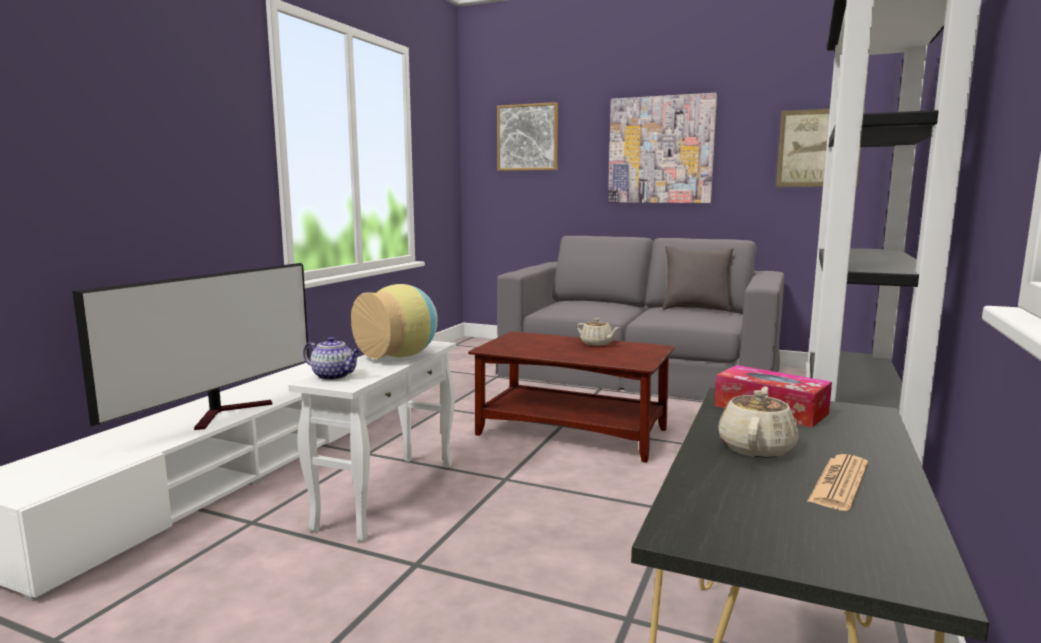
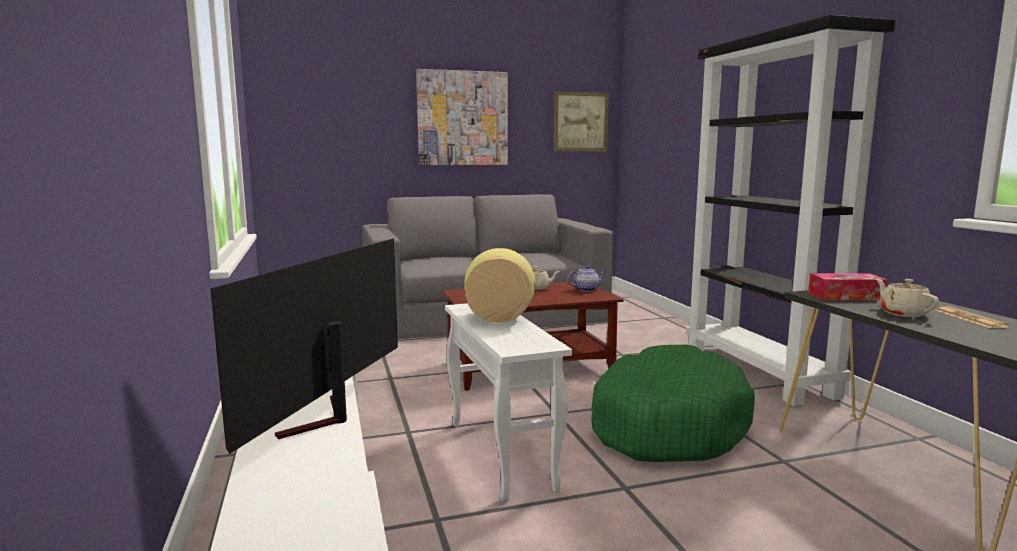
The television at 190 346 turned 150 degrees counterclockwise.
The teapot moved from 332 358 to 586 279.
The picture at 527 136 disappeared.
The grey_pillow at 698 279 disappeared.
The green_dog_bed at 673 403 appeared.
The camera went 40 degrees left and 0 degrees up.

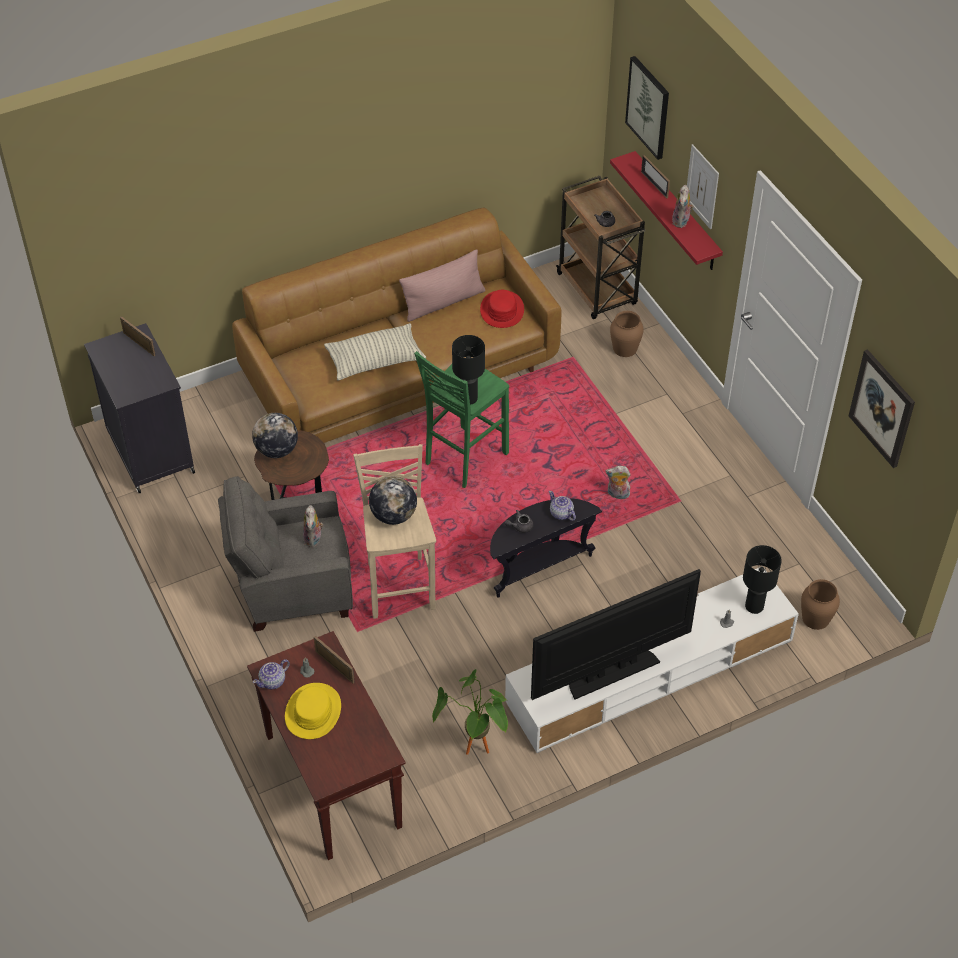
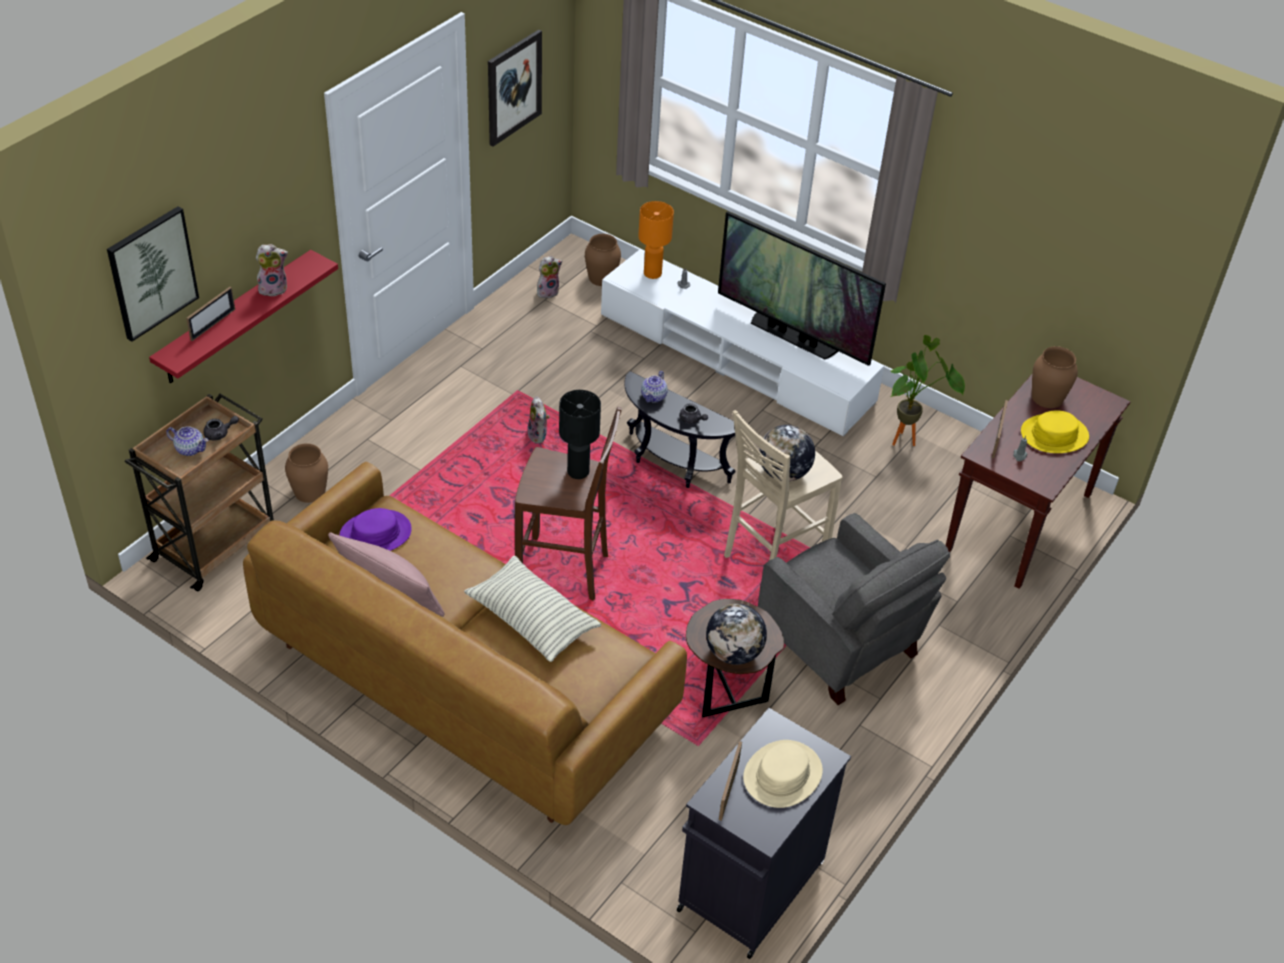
The teapot moved from 271 674 to 187 441.
The plush_toy moved from 313 526 to 549 277.
The green_stool at 461 419 became the brown_stool at 568 504.
The red_hat at 502 309 became the purple_hat at 375 529.
The picture at 703 186 disappeared.
The black_table_lamp at 762 579 became the orange_table_lamp at 656 240.
The beige_hat at 783 774 appeared.
The brown_vase at 1055 377 appeared.
The camera went 120 degrees left and 5 degrees down.

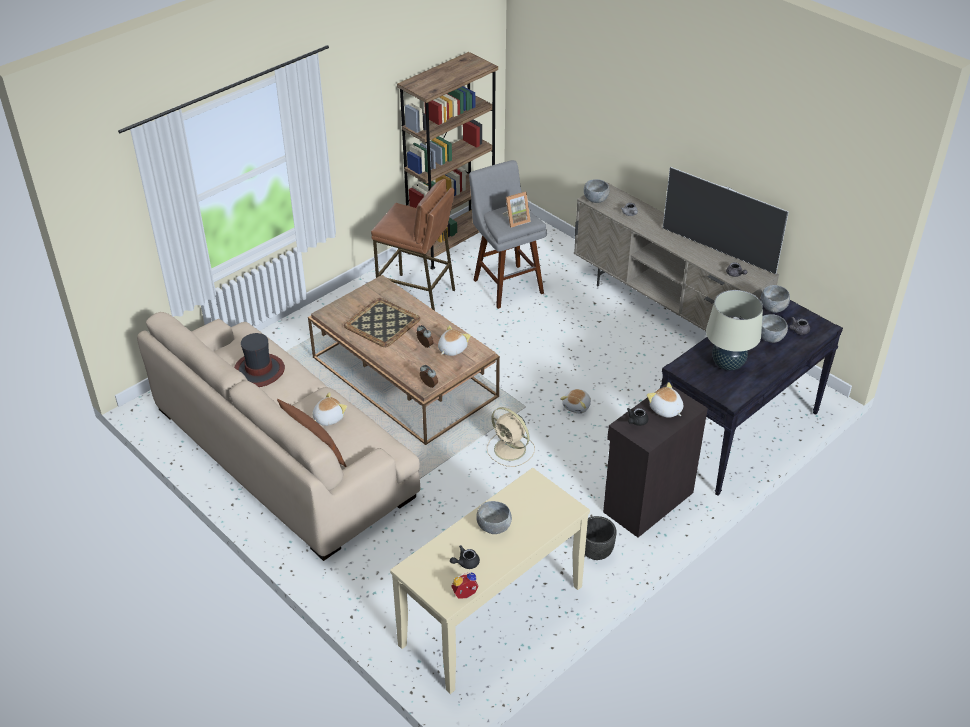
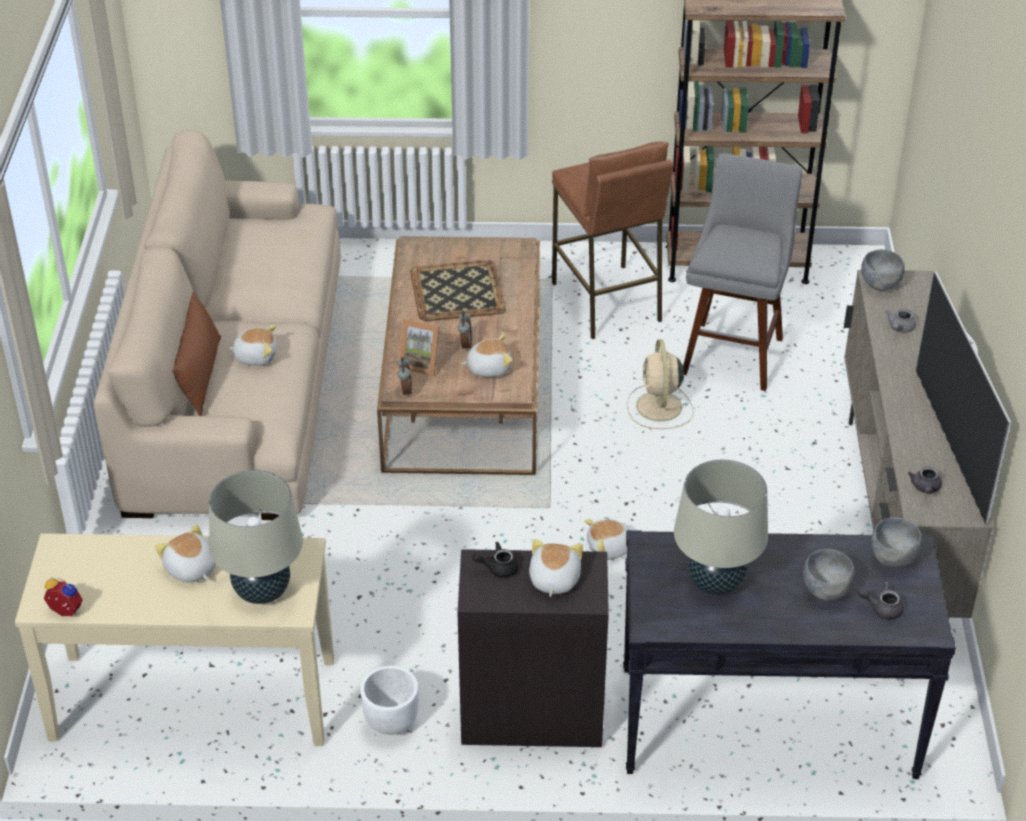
The hat at 259 360 disappeared.
The black_teapot at 465 557 disappeared.
The grey_bowl at 494 517 was replaced by the plush_toy at 185 553.
The beige_fan moved from 511 437 to 660 384.
The picture_frame moved from 517 210 to 419 347.
The black_planter at 601 538 became the white_planter at 389 700.
The beige_table_lamp at 256 537 appeared.
The camera went 45 degrees right and 0 degrees up.

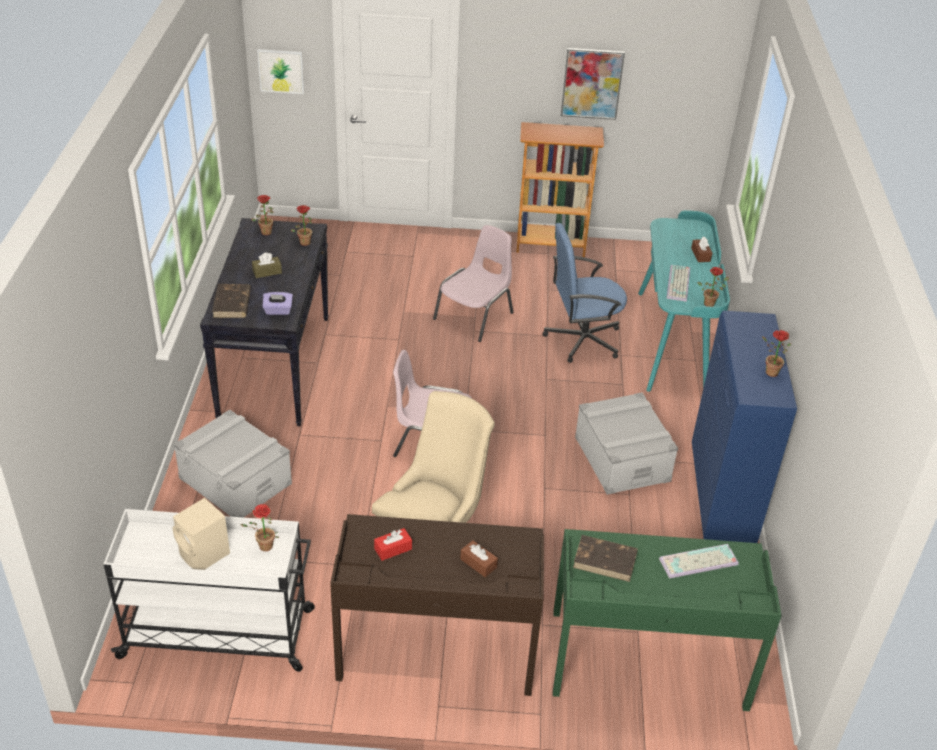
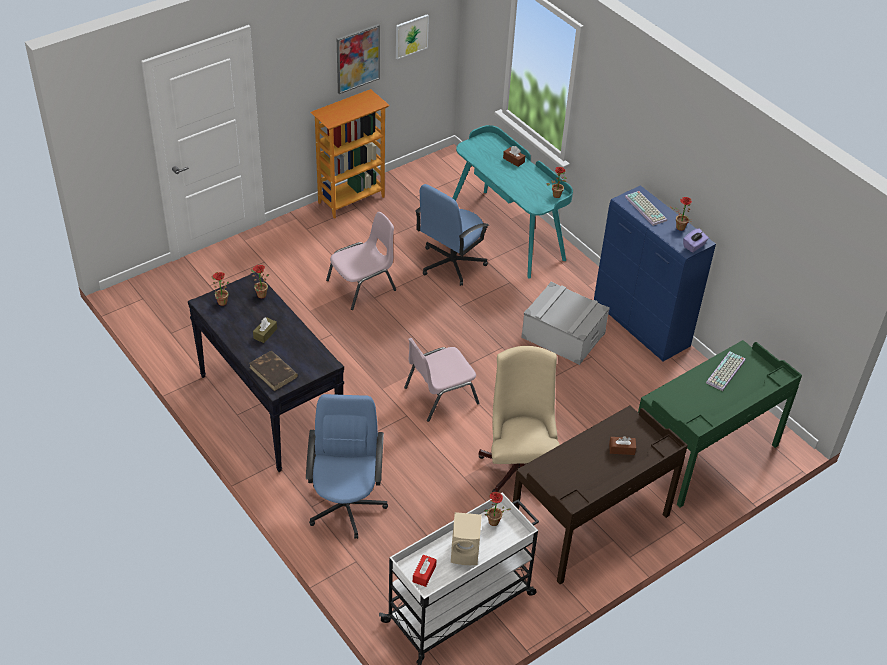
The grey_storage_box at 233 463 was replaced by the blue_office_chair at 347 466.
The picture moved from 280 71 to 412 36.
The purple_tissue_box moved from 277 303 to 696 240.
The red_tissue_box moved from 393 544 to 425 571.
The pink_chair at 473 283 turned 60 degrees clockwise.
The brown_book at 605 558 disappeared.
The keyboard moved from 678 283 to 646 208.
The camera went 40 degrees left and 5 degrees up.

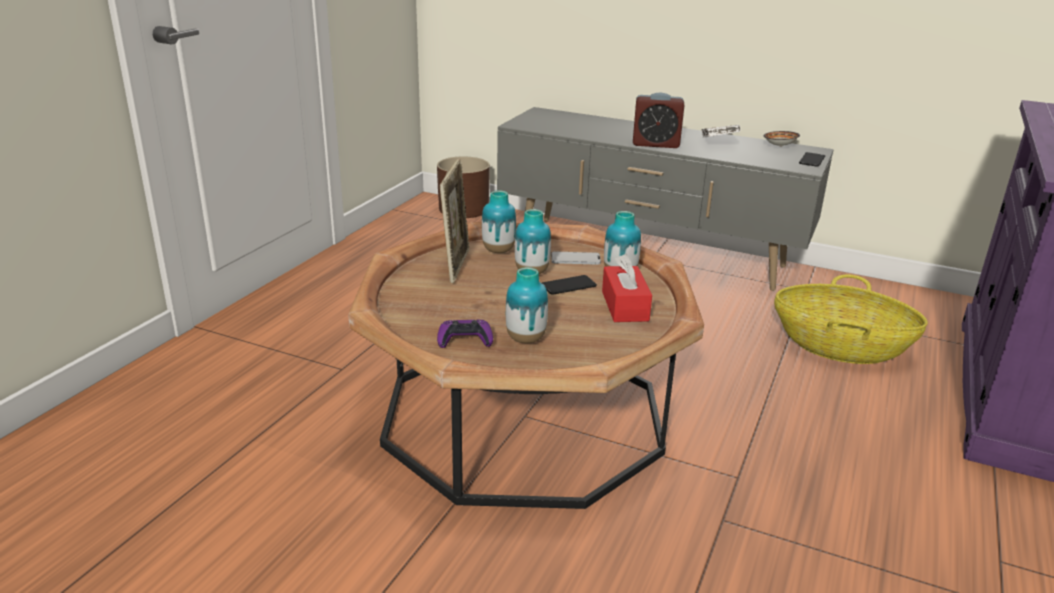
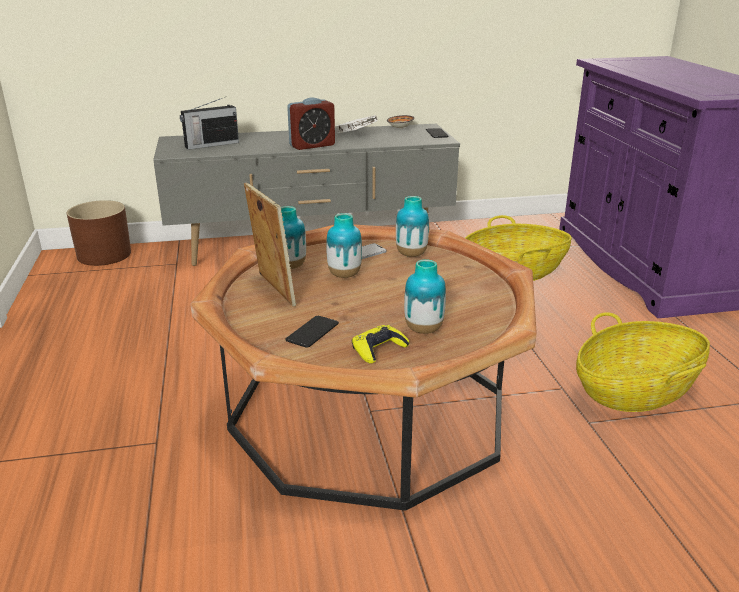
The purple_game_controller at 465 334 became the yellow_game_controller at 380 344.
The phone moved from 569 285 to 312 331.
The red_tissue_box at 627 288 disappeared.
The radio at 209 124 appeared.
The basket at 643 362 appeared.
The camera went 35 degrees left and 0 degrees up.

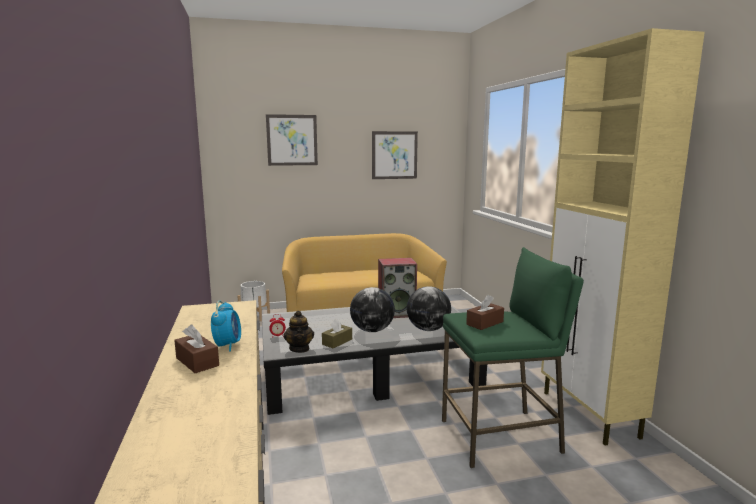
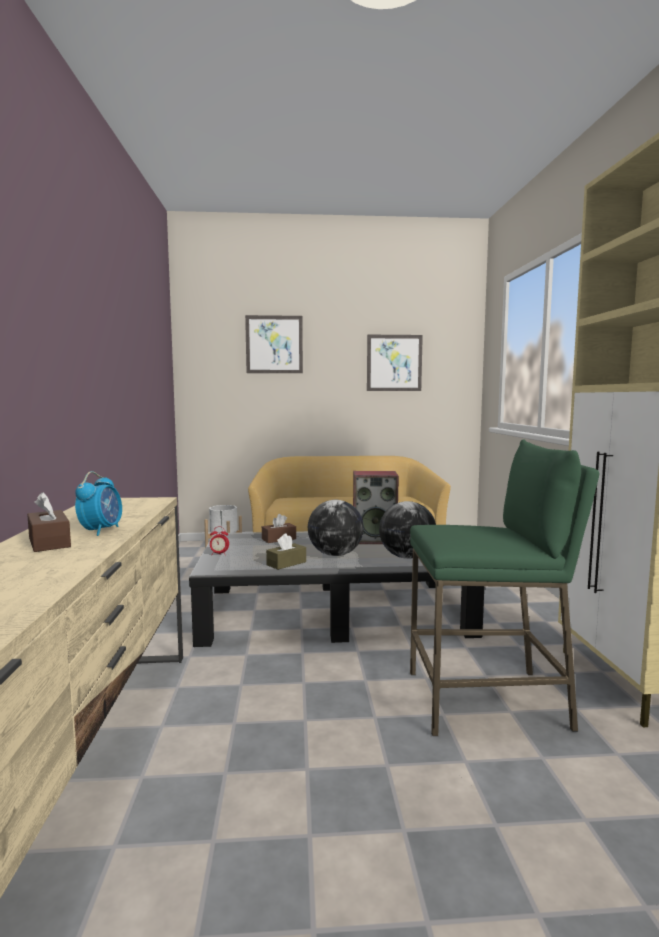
The teapot at 298 332 disappeared.
The brown_tissue_box moved from 485 312 to 279 528.
The camera went 10 degrees right and 5 degrees down.

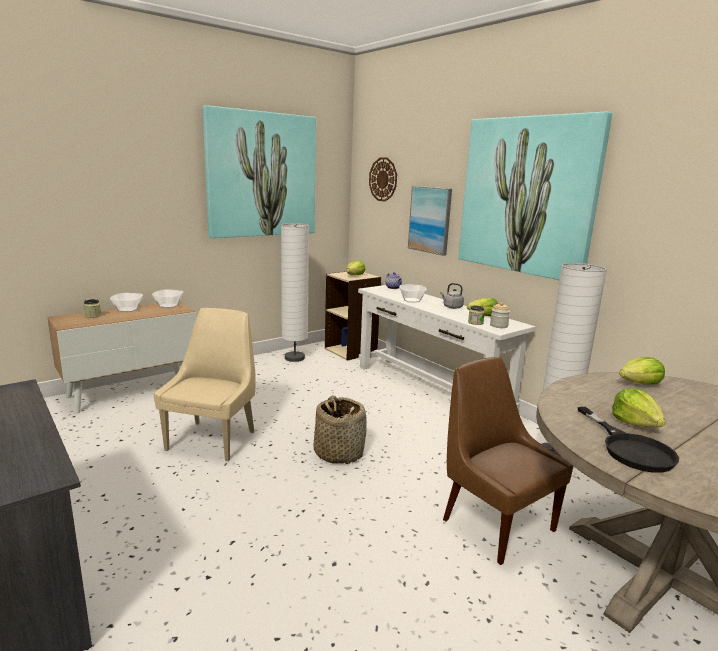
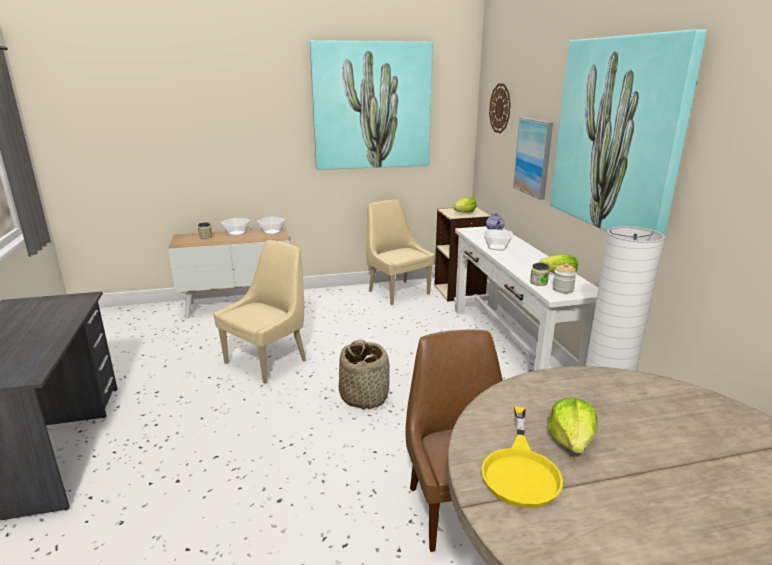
The white_floor_lamp at 295 292 was replaced by the beige_chair at 400 252.
The grey_kettle at 452 296 disappeared.
The black_frying_pan at 628 440 became the yellow_frying_pan at 522 457.
The lettuce at 642 370 disappeared.
The camera went 25 degrees right and 5 degrees up.

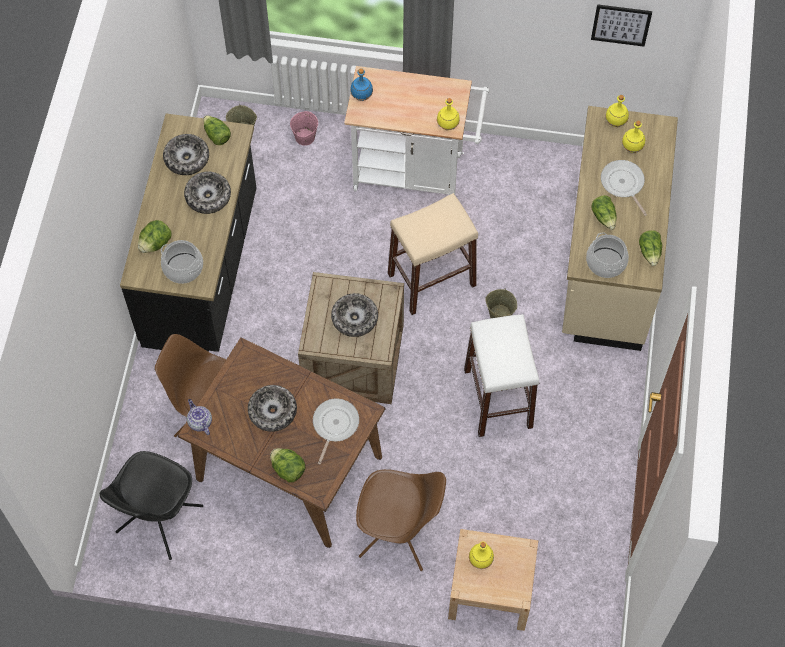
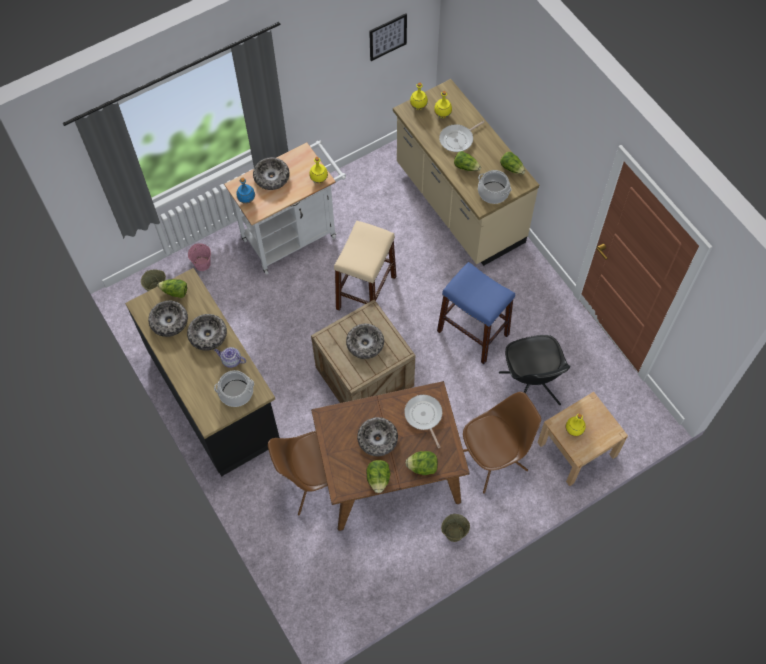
The black_chair moved from 151 505 to 535 370.
The lettuce moved from 154 236 to 378 476.
The teapot moved from 199 417 to 230 357.
The white_stool at 501 375 became the blue_stool at 476 313.
The beige_bucket moved from 501 303 to 455 528.
The frying_pan at 624 188 turned 60 degrees counterclockwise.
The bowl at 271 173 appeared.
The camera went 40 degrees left and 0 degrees up.

